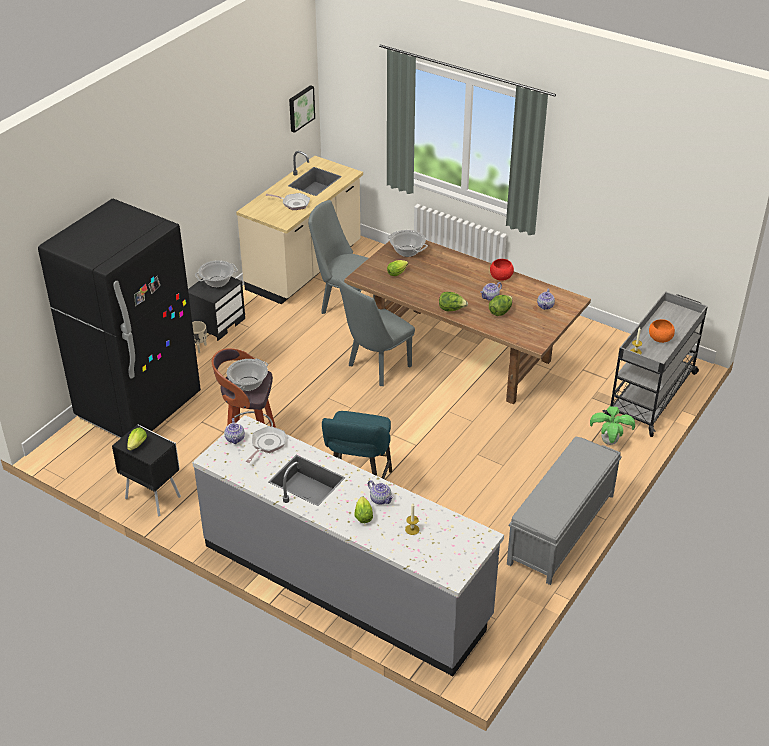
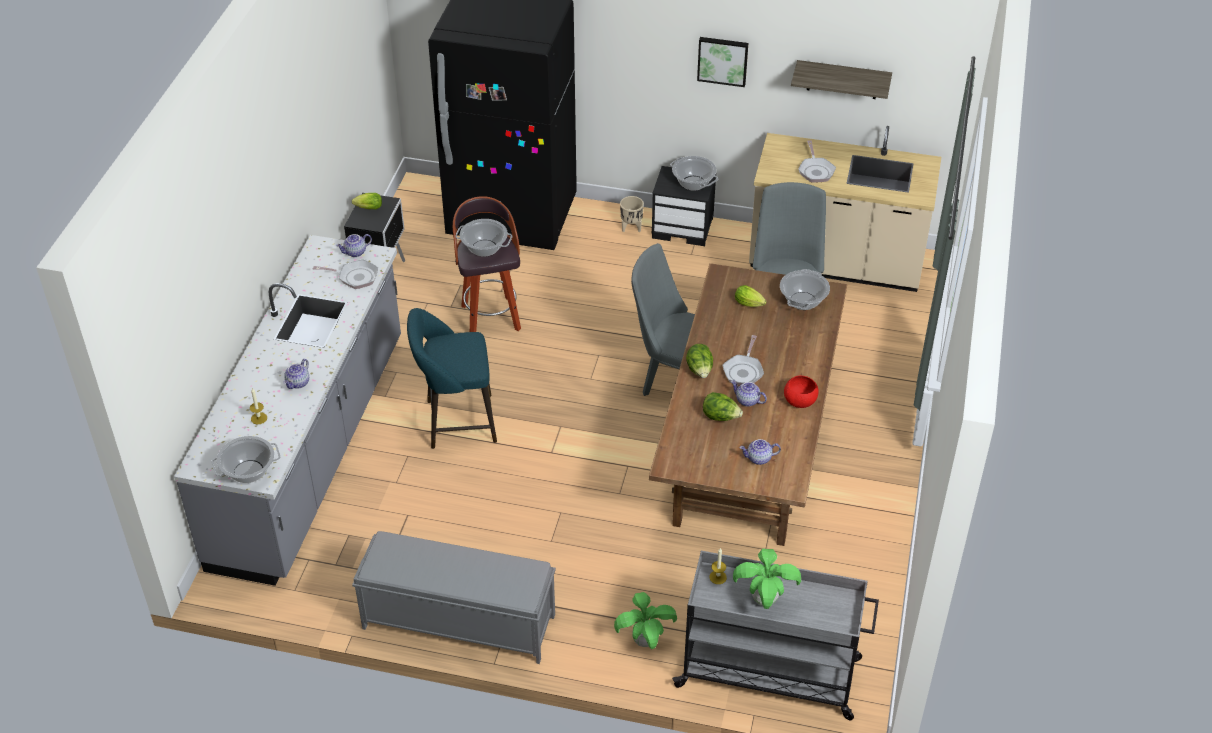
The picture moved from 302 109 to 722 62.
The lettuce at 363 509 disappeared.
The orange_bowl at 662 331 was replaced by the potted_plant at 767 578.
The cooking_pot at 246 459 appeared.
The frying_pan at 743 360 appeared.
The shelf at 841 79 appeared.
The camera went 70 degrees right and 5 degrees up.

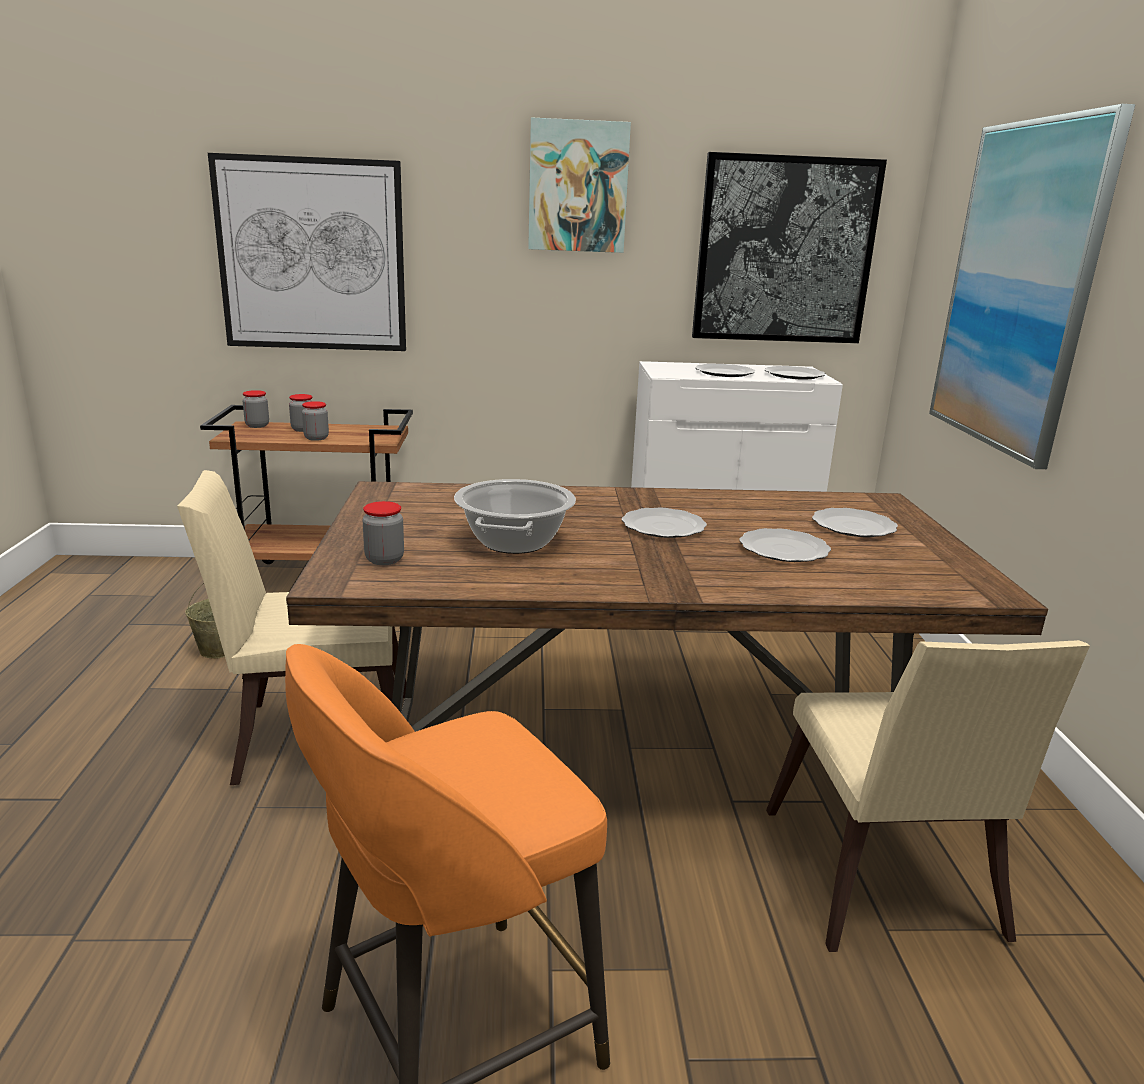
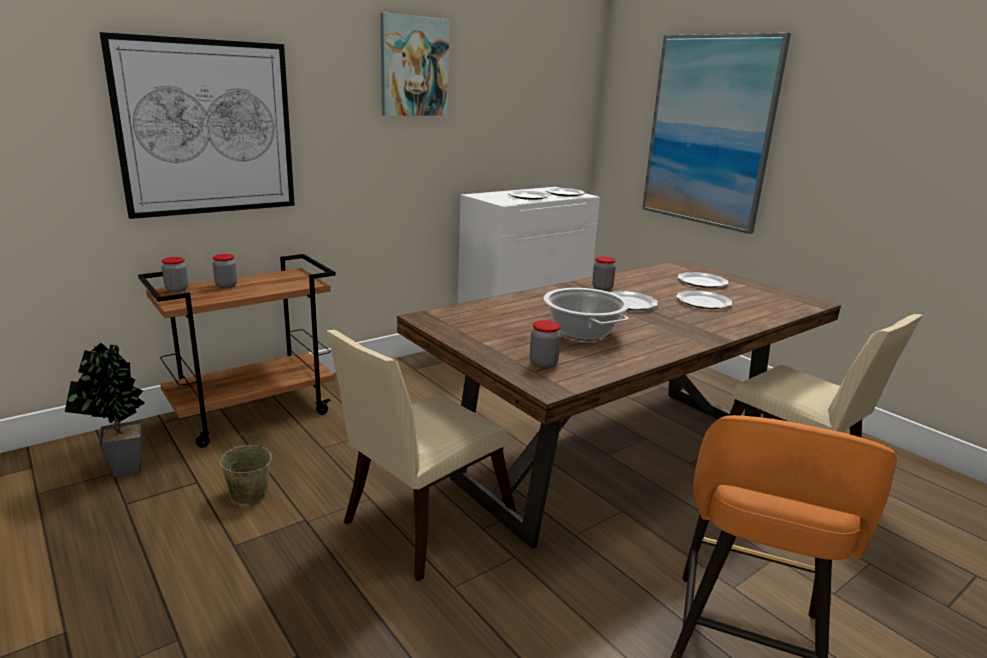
The jar moved from 315 421 to 604 273.
The picture at 789 247 disappeared.
The potted_plant at 105 410 appeared.
The camera went 35 degrees left and 0 degrees up.

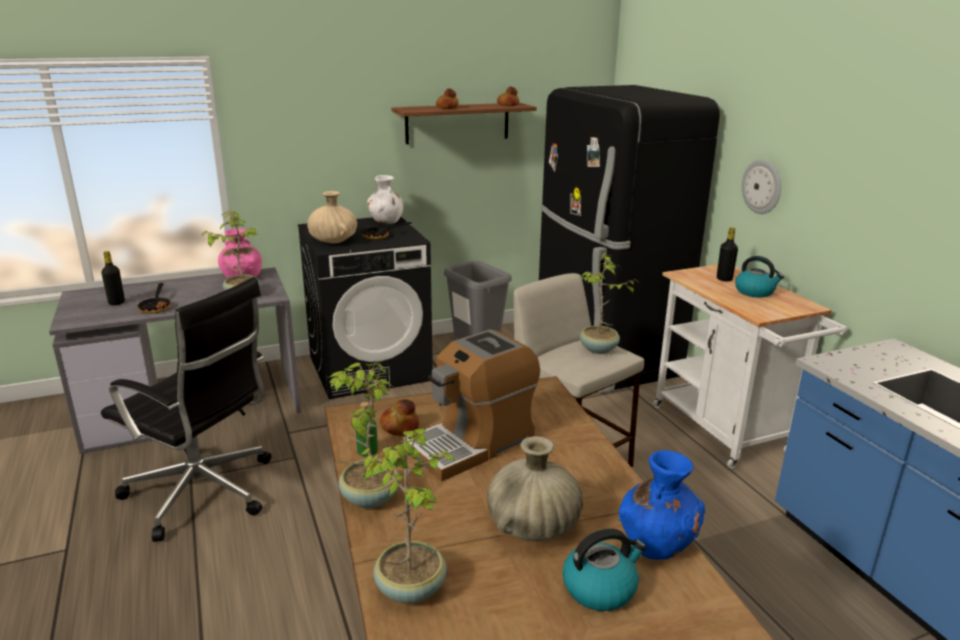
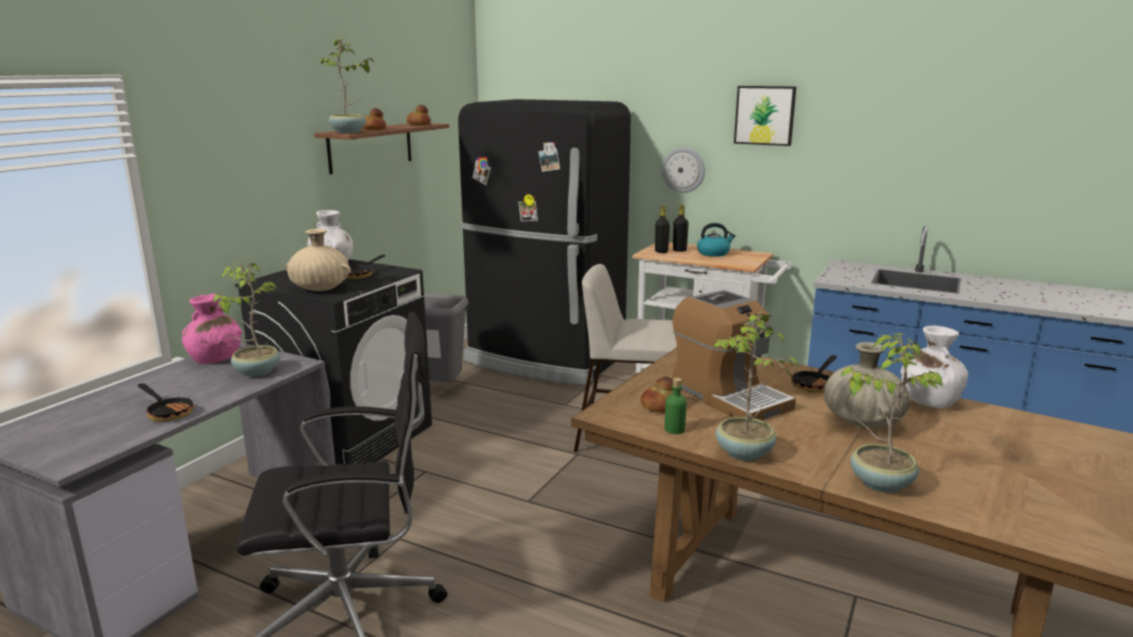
The black_bottle moved from 113 278 to 662 229.
The coffee_machine at 471 405 turned 45 degrees counterclockwise.
The kettle at 604 569 disappeared.
The potted_plant moved from 608 303 to 346 85.
The blue_vase at 662 505 became the white_vase at 934 367.
The picture at 765 116 appeared.
The frying_pan at 814 374 appeared.
The camera went 40 degrees left and 5 degrees down.

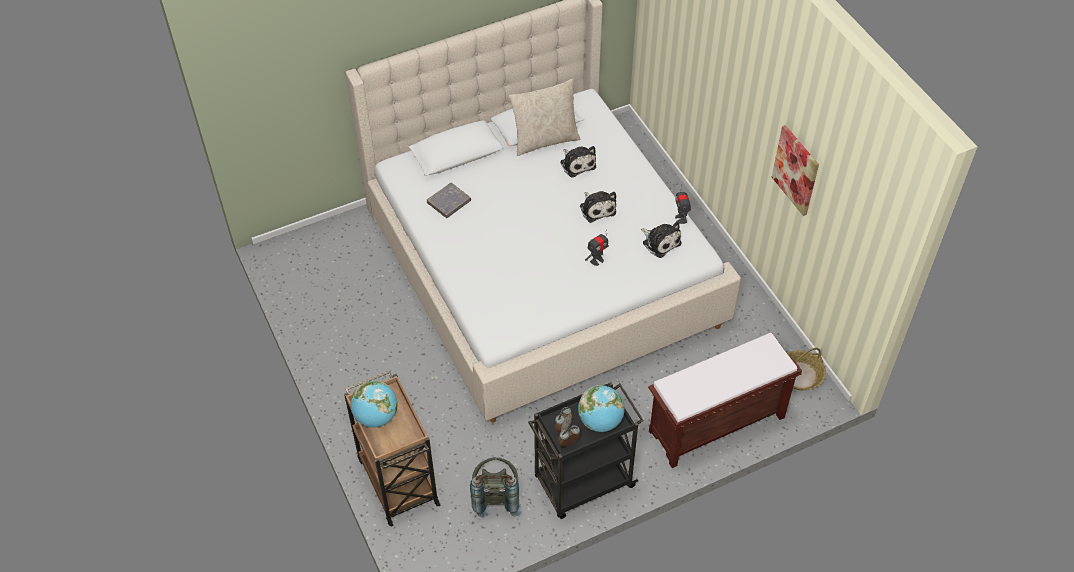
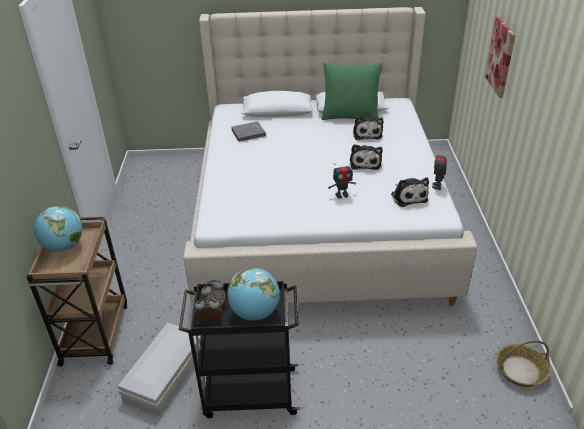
The grey_backpack at 496 487 was replaced by the white_storage_box at 159 369.
The beige_pillow at 544 117 became the green_pillow at 352 91.
The brown_bench at 725 400 disappeared.
The picture moved from 795 170 to 500 57.
The camera went 25 degrees right and 15 degrees down.

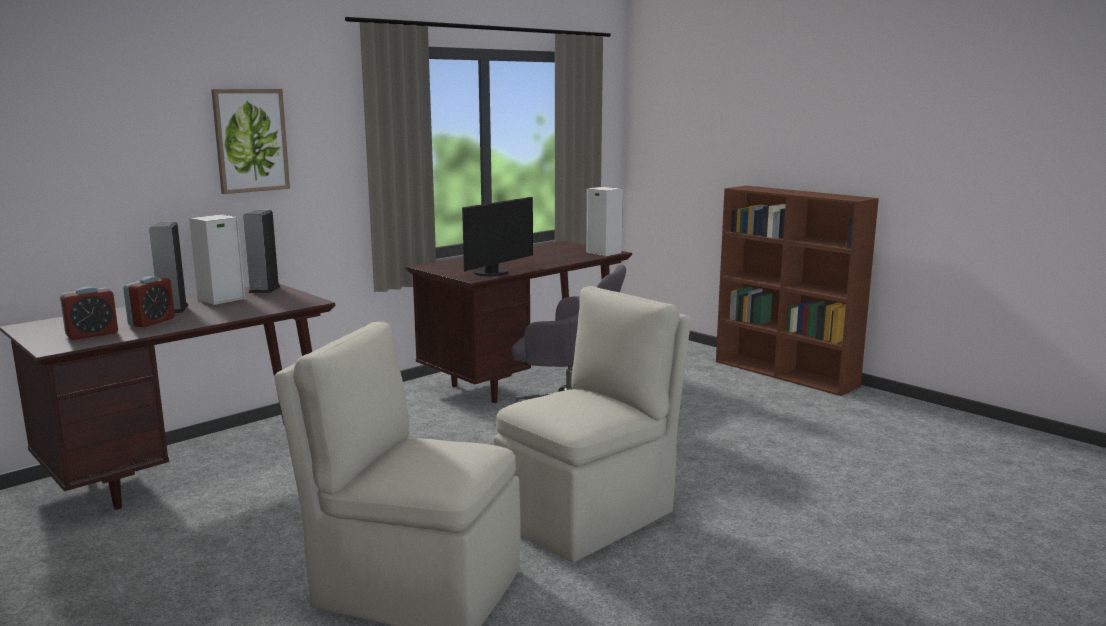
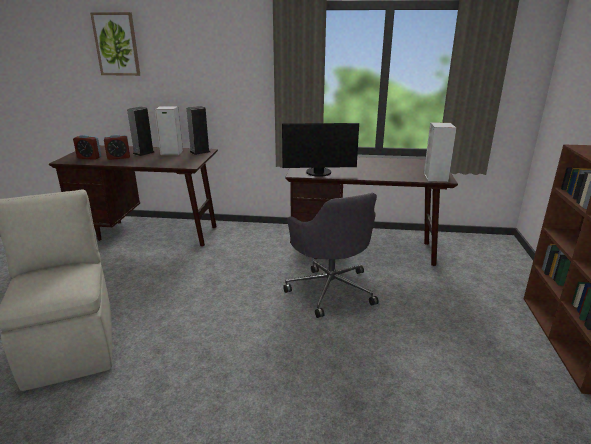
The picture moved from 250 141 to 115 44.
The beige_chair at 592 424 disappeared.
The camera went 50 degrees right and 10 degrees up.

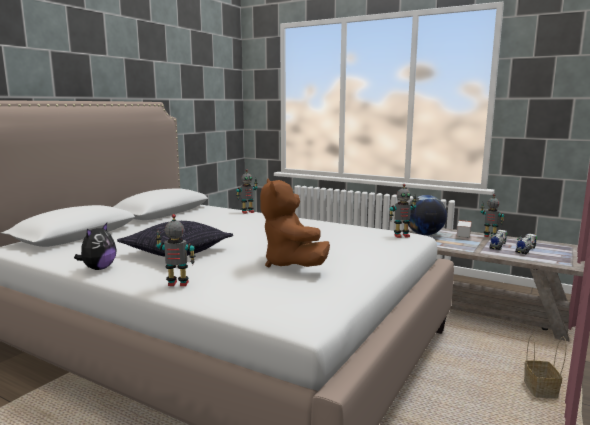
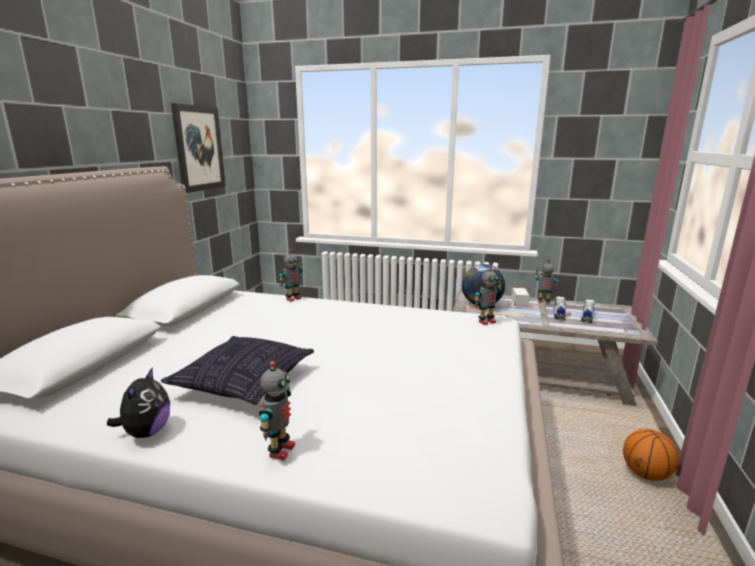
The toy_robot at 175 250 turned 120 degrees clockwise.
The brown_plush_toy at 295 223 disappeared.
The basket at 545 366 was replaced by the basketball at 651 455.
The picture at 198 148 appeared.
The camera went 15 degrees left and 5 degrees up.

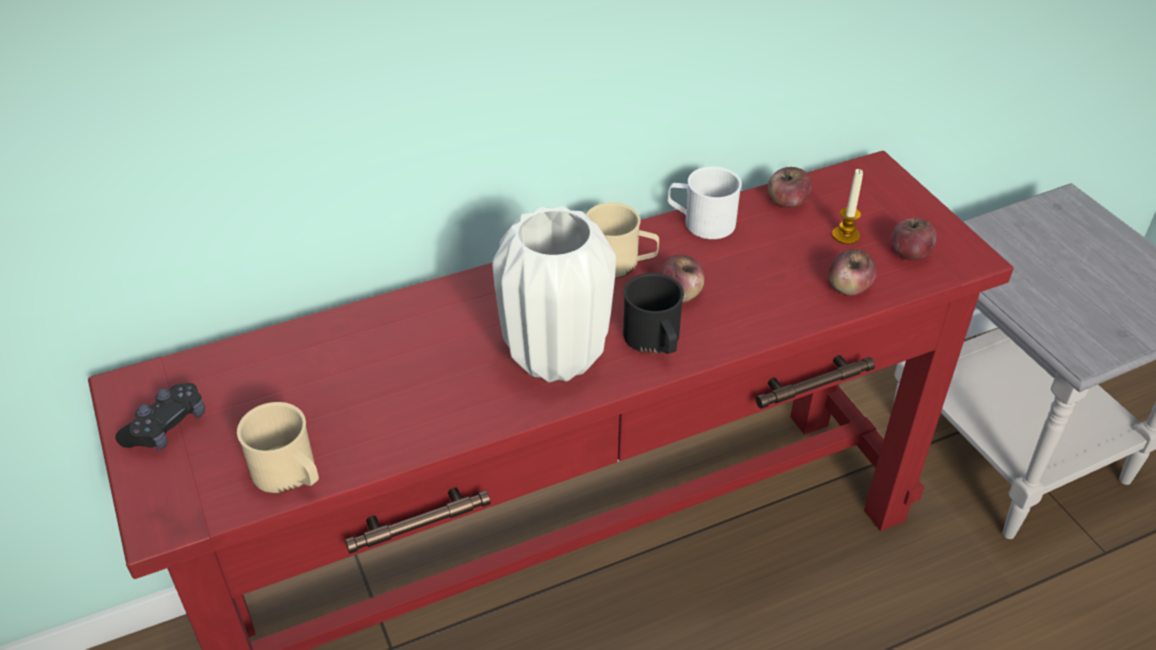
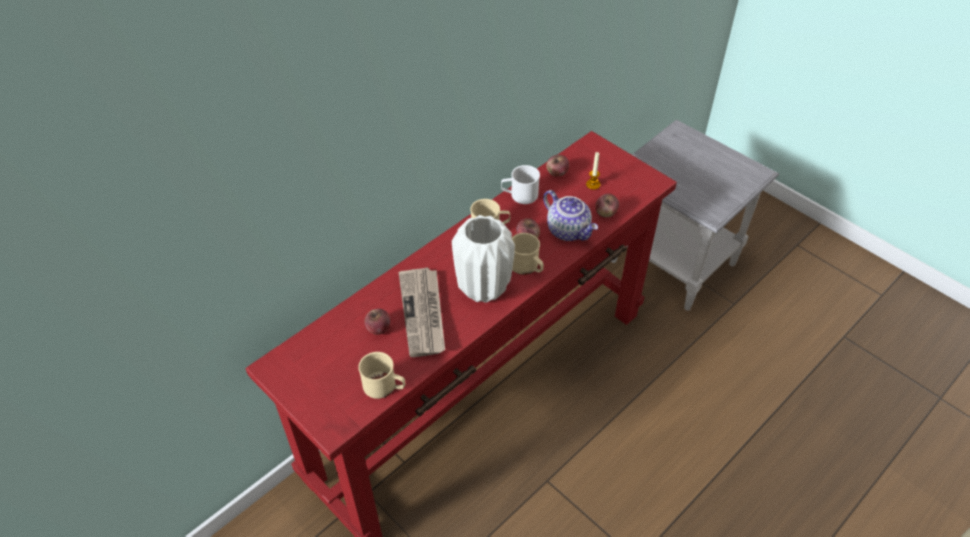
The black_game_controller at 160 417 disappeared.
The black_mug at 653 313 became the beige_mug at 528 254.
The apple moved from 914 239 to 377 322.
The newspaper at 422 312 appeared.
The teapot at 570 215 appeared.
The camera went 20 degrees left and 5 degrees up.

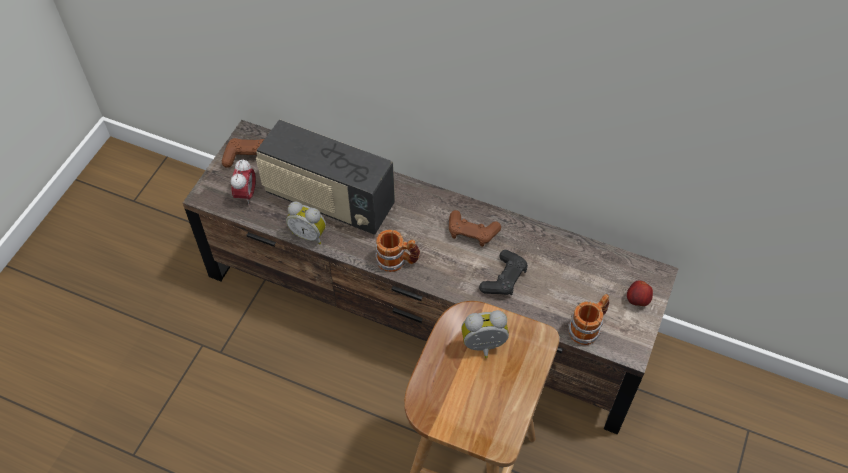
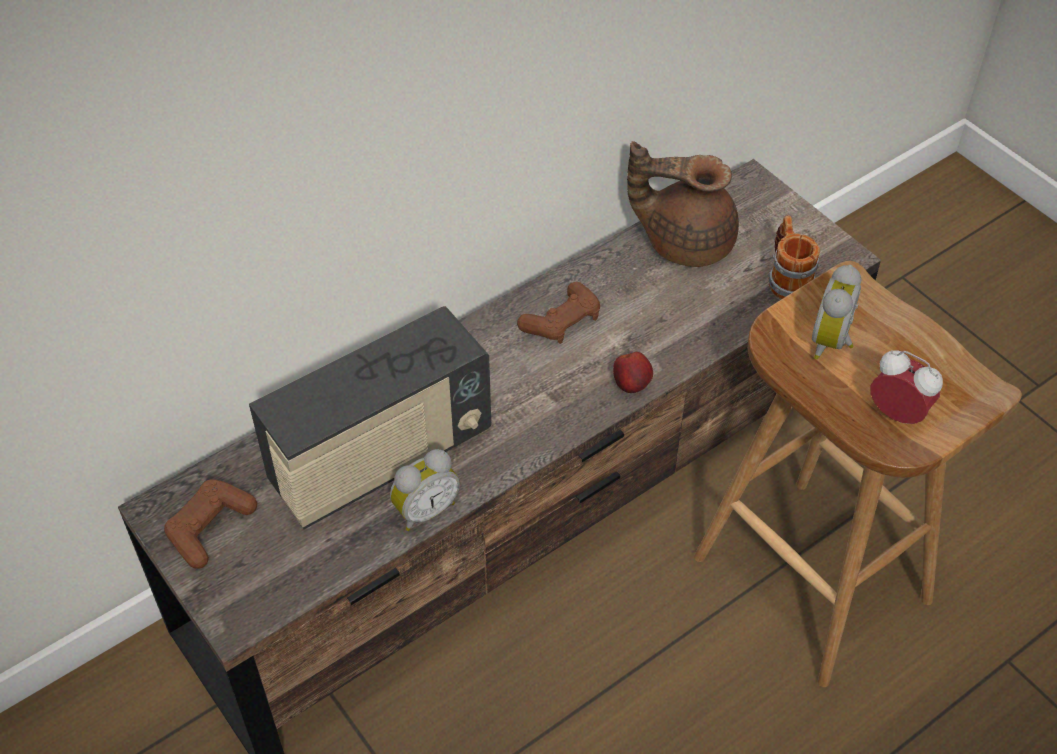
The alarm_clock moved from 243 182 to 906 387.
The mug at 397 251 disappeared.
The black_game_controller at 503 272 disappeared.
The apple moved from 640 293 to 633 372.
The brown_teapot at 683 204 appeared.
The camera went 60 degrees left and 5 degrees down.

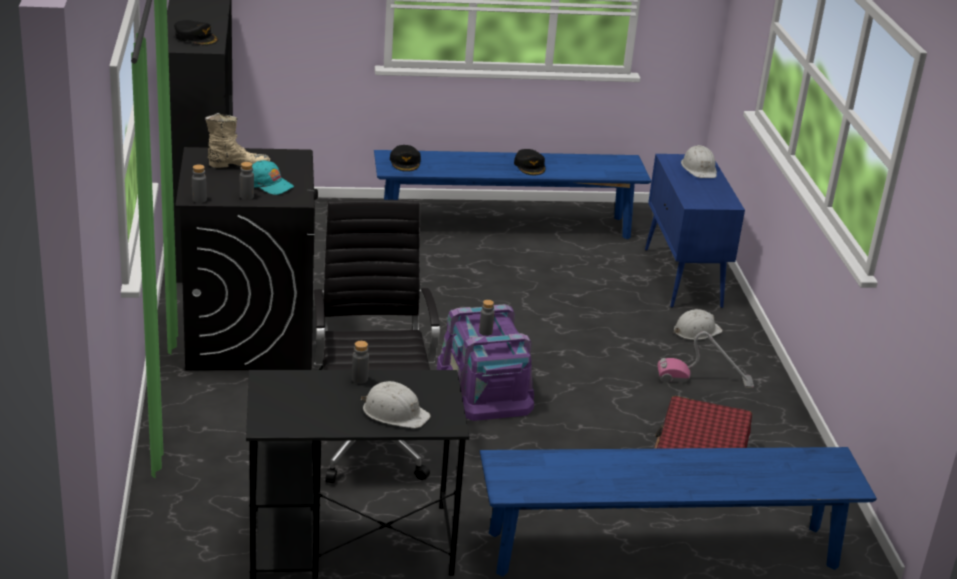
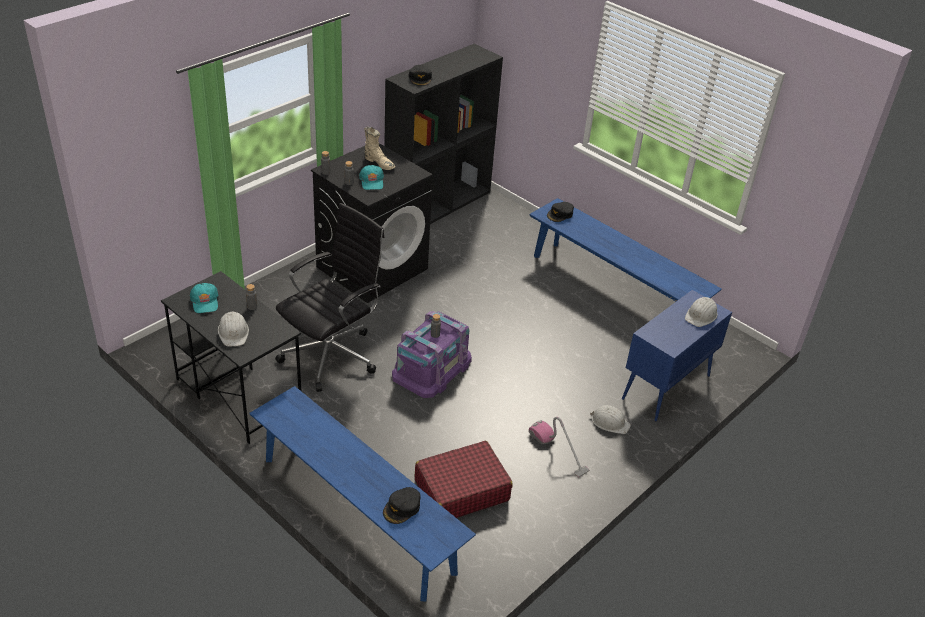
The black_cap moved from 529 162 to 402 505.
The turquoise_cap at 204 298 appeared.
The camera went 50 degrees right and 10 degrees up.

